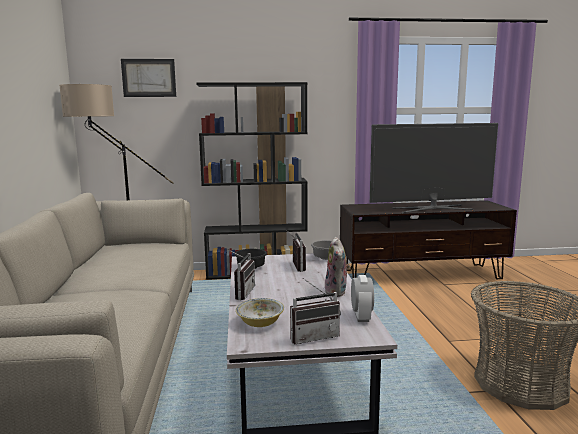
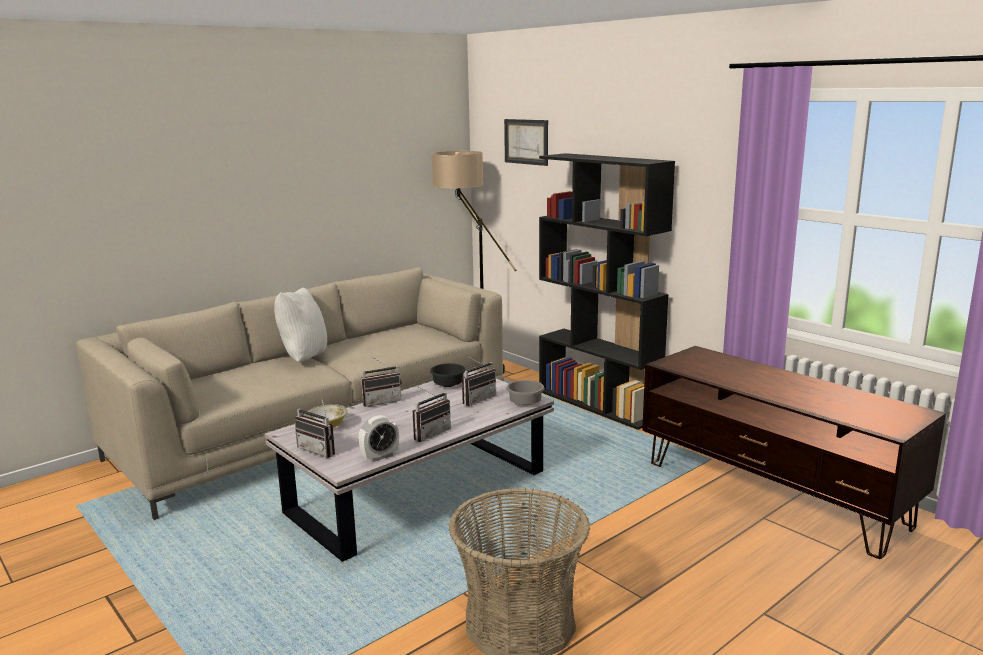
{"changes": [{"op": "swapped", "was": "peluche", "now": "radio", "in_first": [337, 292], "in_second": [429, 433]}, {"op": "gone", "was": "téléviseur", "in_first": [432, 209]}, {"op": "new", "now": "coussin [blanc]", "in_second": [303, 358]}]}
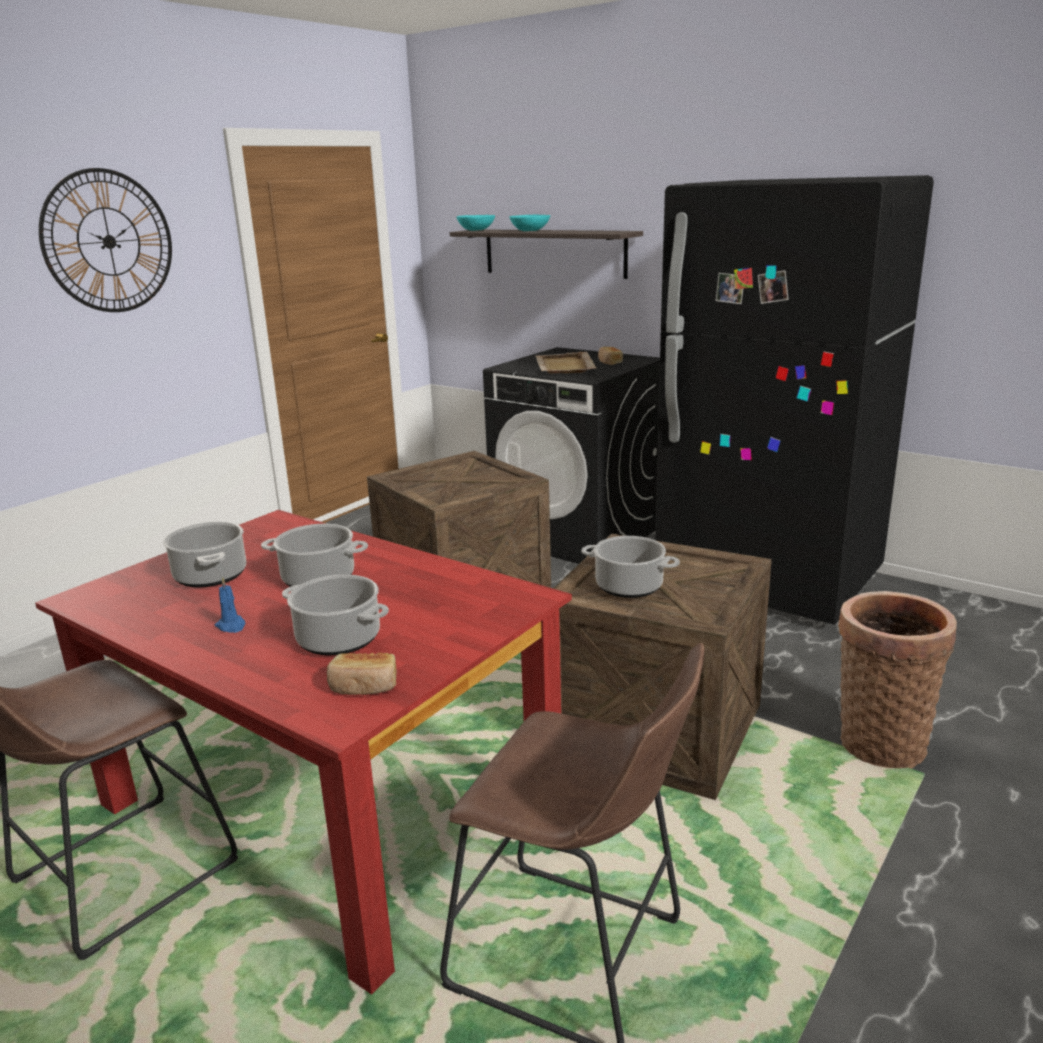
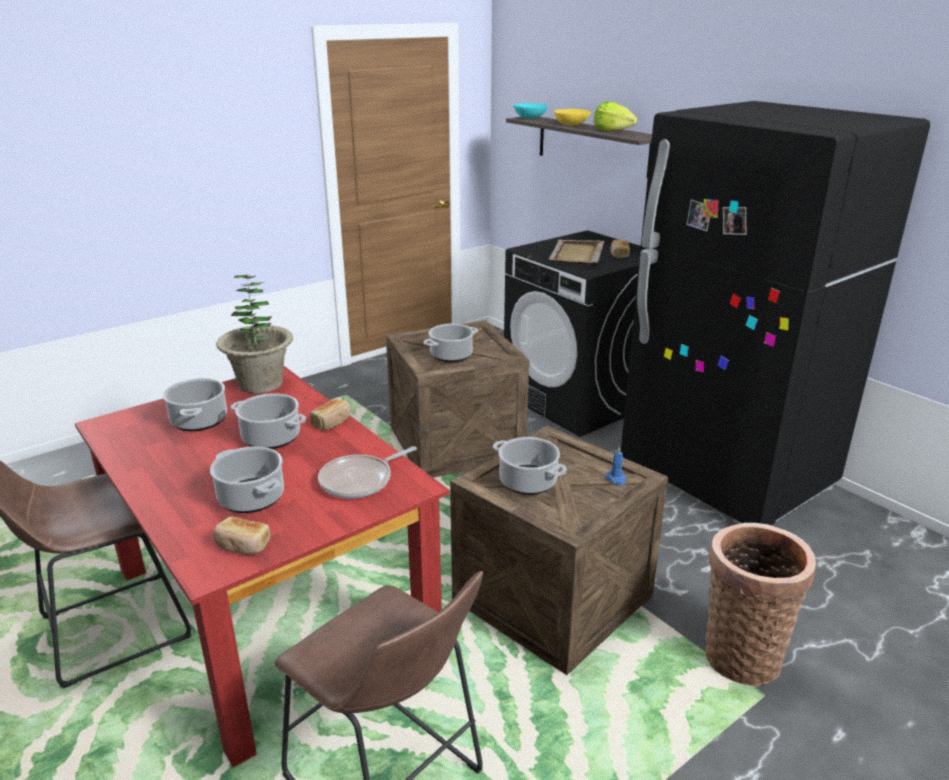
{"changes": [{"op": "gone", "was": "horloge murale", "in_first": [109, 241]}, {"op": "shifted", "was": "bougie [bleu]", "in_first": [231, 626], "in_second": [616, 479]}, {"op": "repainted", "was": "bol [turquoise]", "now": "bol [jaune]", "in_first": [529, 231], "in_second": [571, 124]}, {"op": "new", "now": "plante en pot", "in_second": [261, 383]}, {"op": "new", "now": "pain", "in_second": [332, 422]}, {"op": "new", "now": "poêle", "in_second": [360, 480]}, {"op": "new", "now": "marmite", "in_second": [451, 355]}, {"op": "new", "now": "laitue", "in_second": [612, 131]}]}
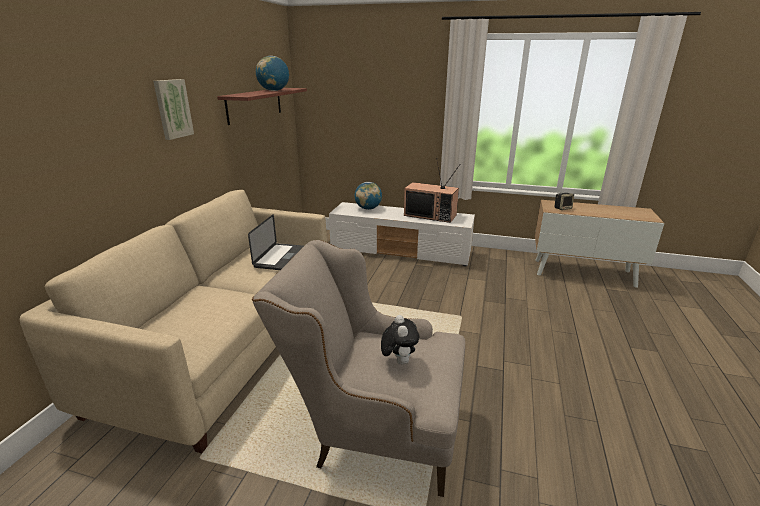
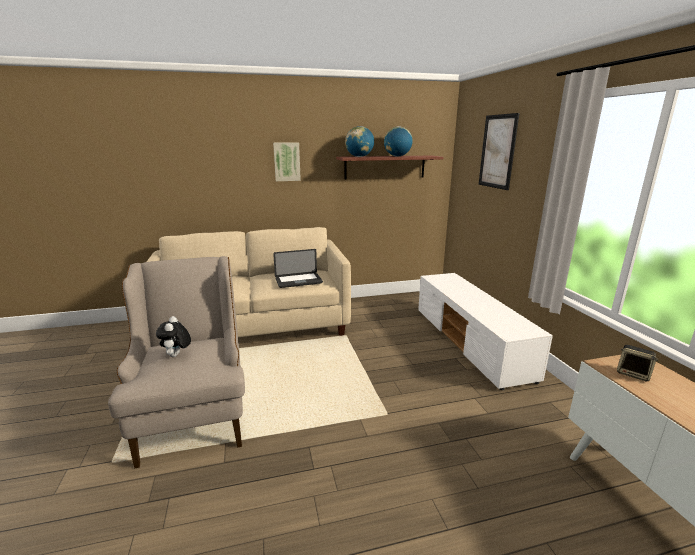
{"changes": [{"op": "shifted", "was": "globe", "in_first": [368, 208], "in_second": [359, 156]}, {"op": "rotated", "was": "peluche", "in_first": [398, 361], "in_second": [177, 355], "clockwise": 120}, {"op": "gone", "was": "téléviseur", "in_first": [431, 215]}, {"op": "new", "now": "tableau", "in_second": [497, 151]}]}
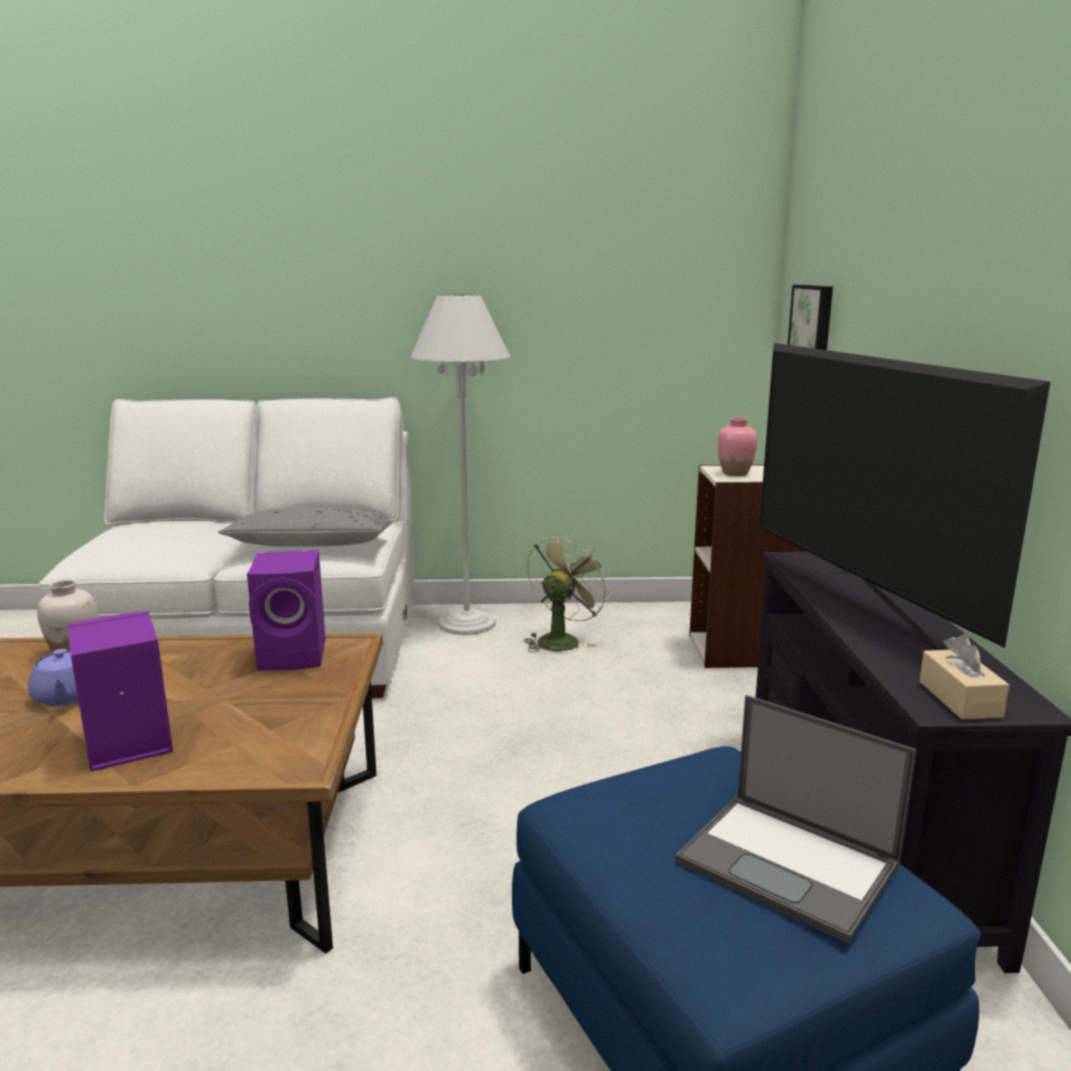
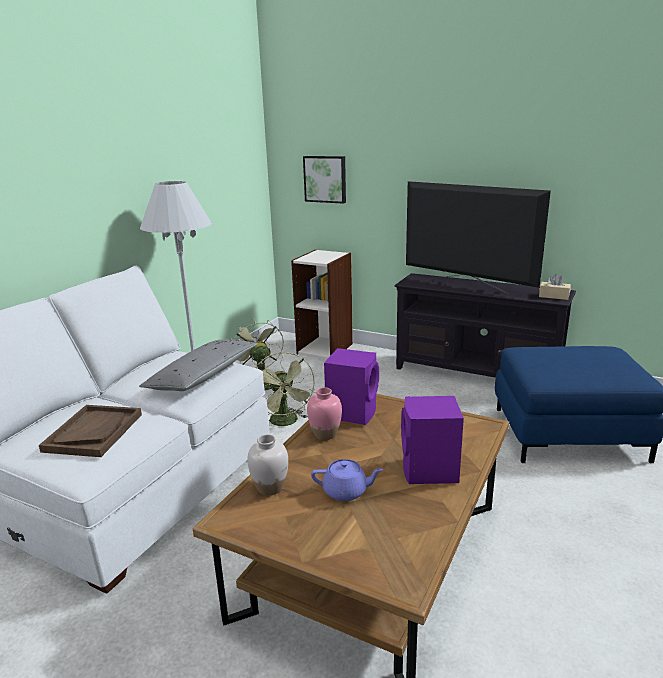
{"changes": [{"op": "gone", "was": "ordinateur portable", "in_first": [790, 864]}, {"op": "shifted", "was": "vase [rose]", "in_first": [735, 473], "in_second": [325, 434]}, {"op": "rotated", "was": "téléviseur", "in_first": [858, 603], "in_second": [466, 286], "clockwise": -150}, {"op": "new", "now": "plateau [marron]", "in_second": [93, 432]}, {"op": "new", "now": "ventilateur [vert]", "in_second": [286, 422]}]}
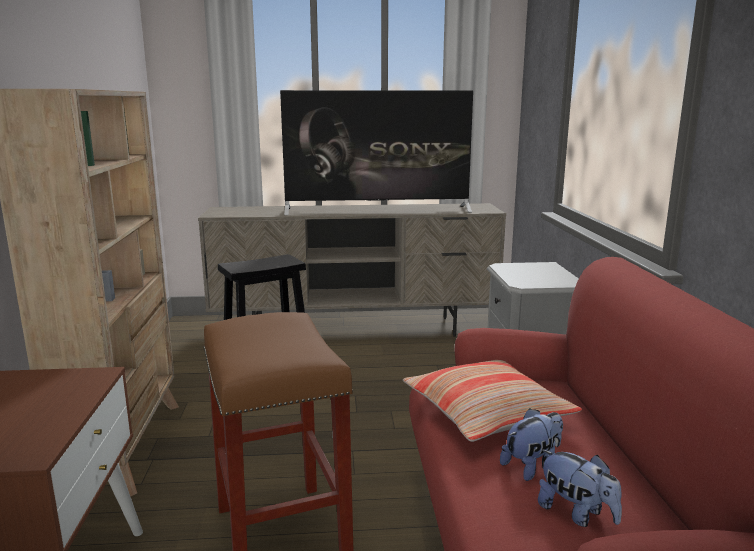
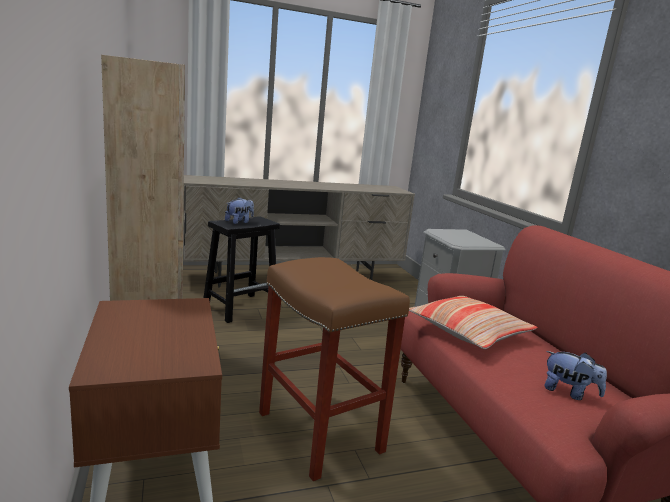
{"changes": [{"op": "gone", "was": "téléviseur", "in_first": [378, 210]}, {"op": "shifted", "was": "peluche", "in_first": [532, 466], "in_second": [239, 222]}]}
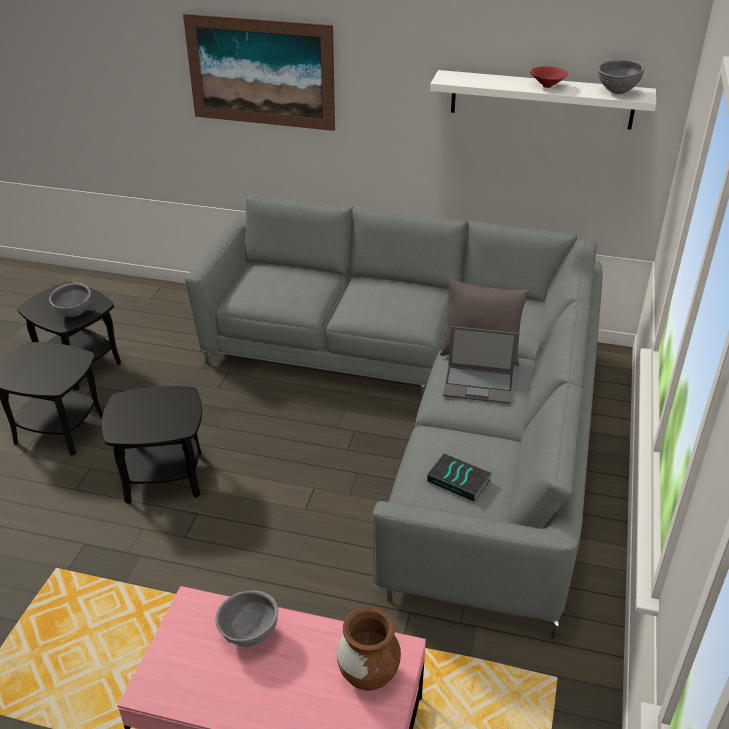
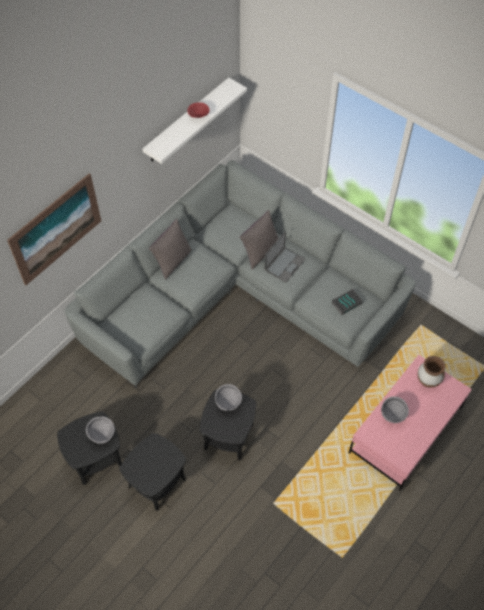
{"changes": [{"op": "shifted", "was": "bol [gris]", "in_first": [617, 92], "in_second": [228, 403]}, {"op": "new", "now": "coussin [gris]", "in_second": [172, 262]}]}
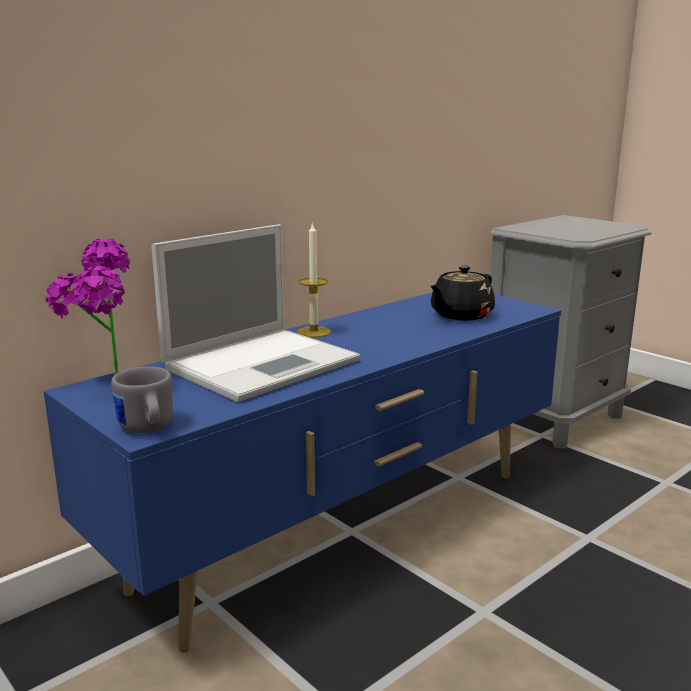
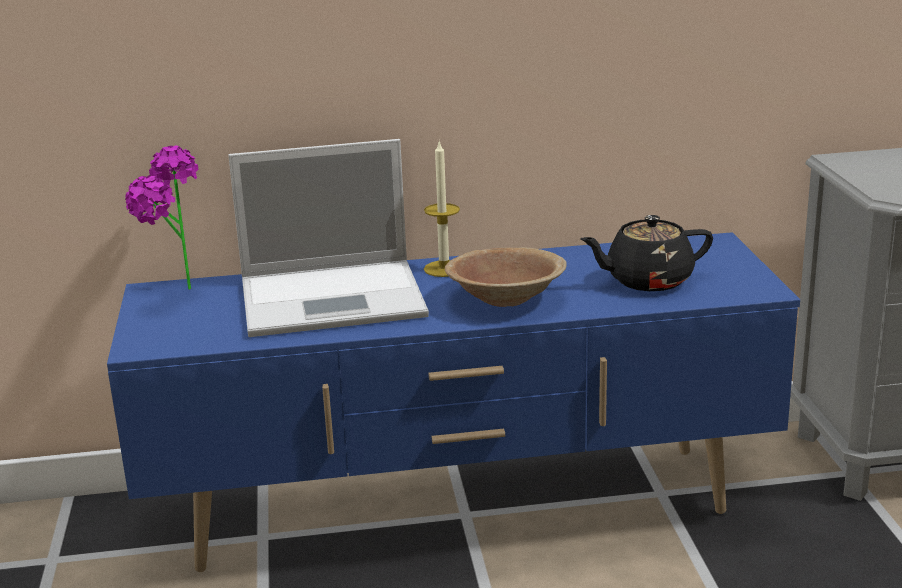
{"changes": [{"op": "gone", "was": "mug [gris]", "in_first": [147, 429]}, {"op": "new", "now": "bol [marron]", "in_second": [505, 298]}]}
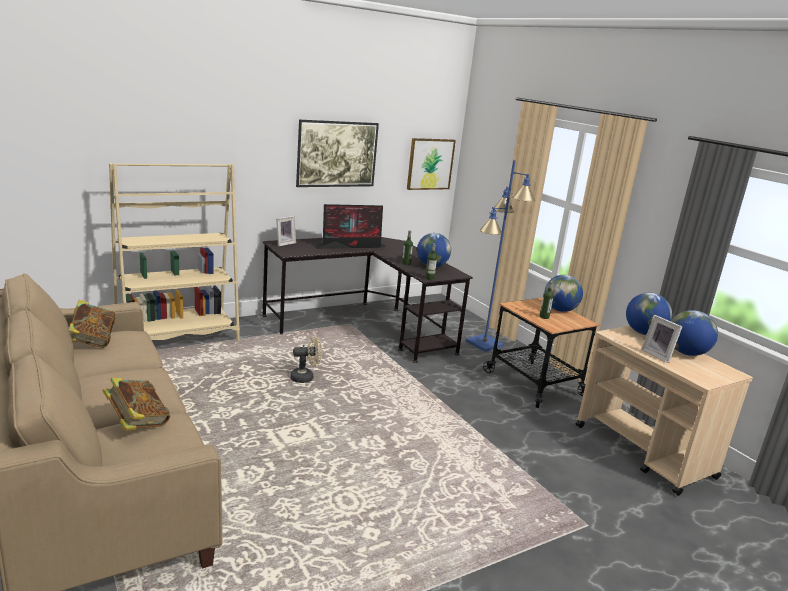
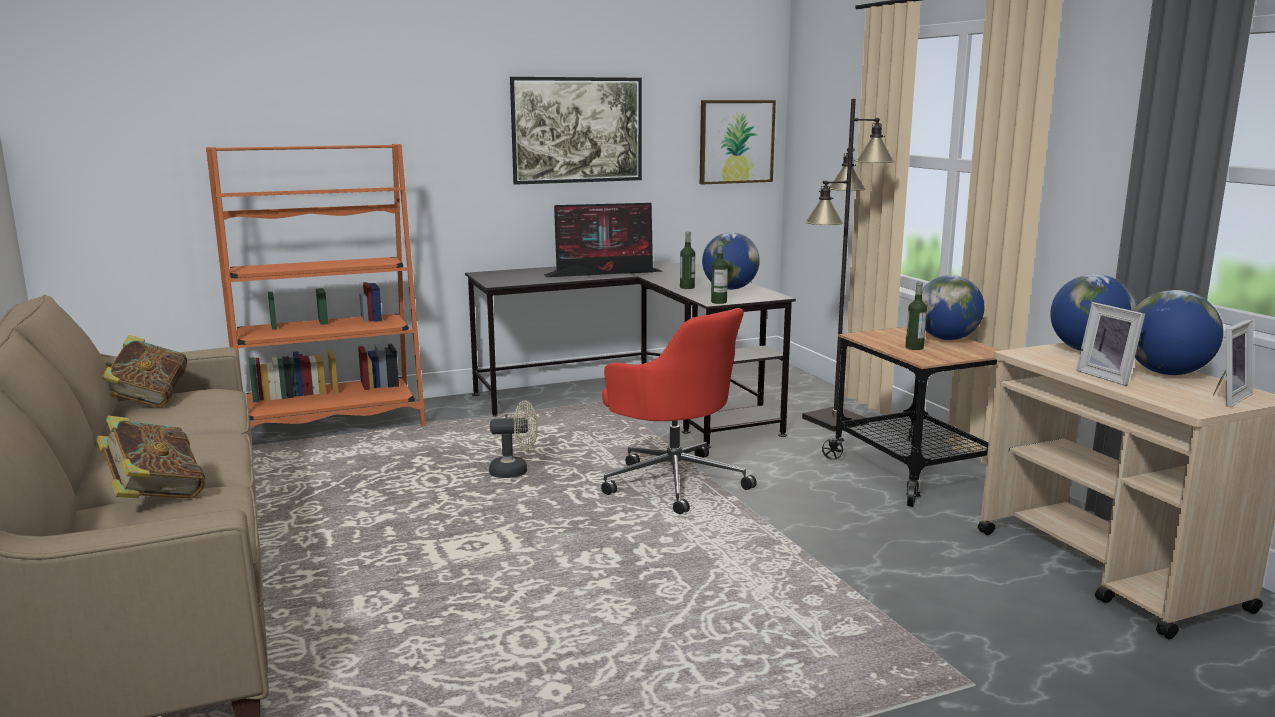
{"changes": [{"op": "repainted", "was": "bibliothèque [beige]", "now": "bibliothèque [orange]", "in_first": [178, 337], "in_second": [332, 425]}, {"op": "shifted", "was": "cadre photo", "in_first": [284, 243], "in_second": [1226, 398]}, {"op": "repainted", "was": "lampadaire [bleu]", "now": "lampadaire [noir]", "in_first": [484, 344], "in_second": [835, 421]}, {"op": "new", "now": "chaise de bureau [rouge]", "in_second": [673, 481]}]}
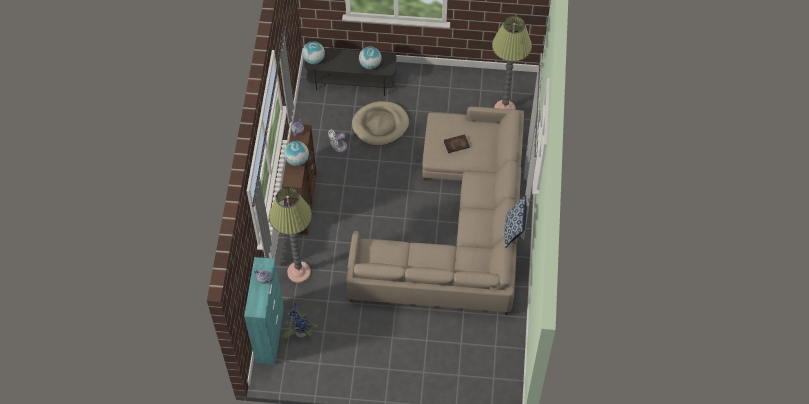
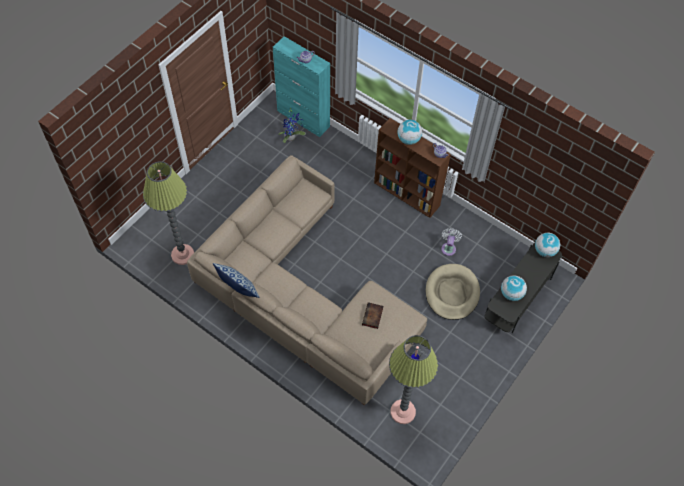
{"changes": [{"op": "shifted", "was": "lampadaire", "in_first": [299, 272], "in_second": [182, 255]}]}
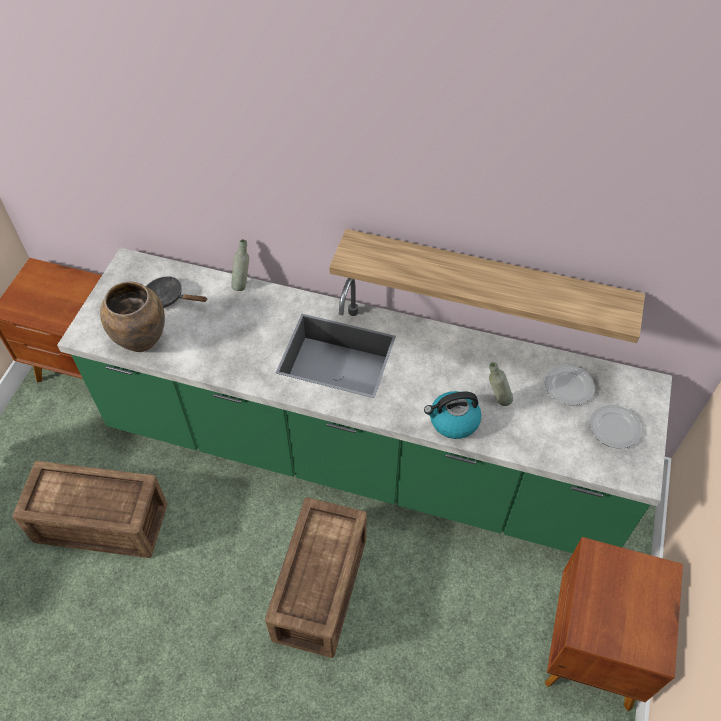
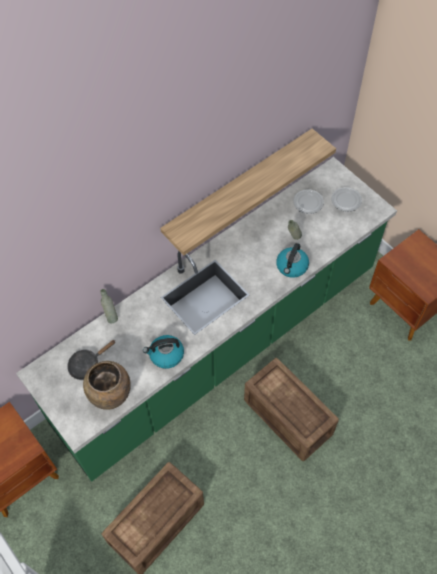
{"changes": [{"op": "new", "now": "bouilloire", "in_second": [166, 355]}]}
